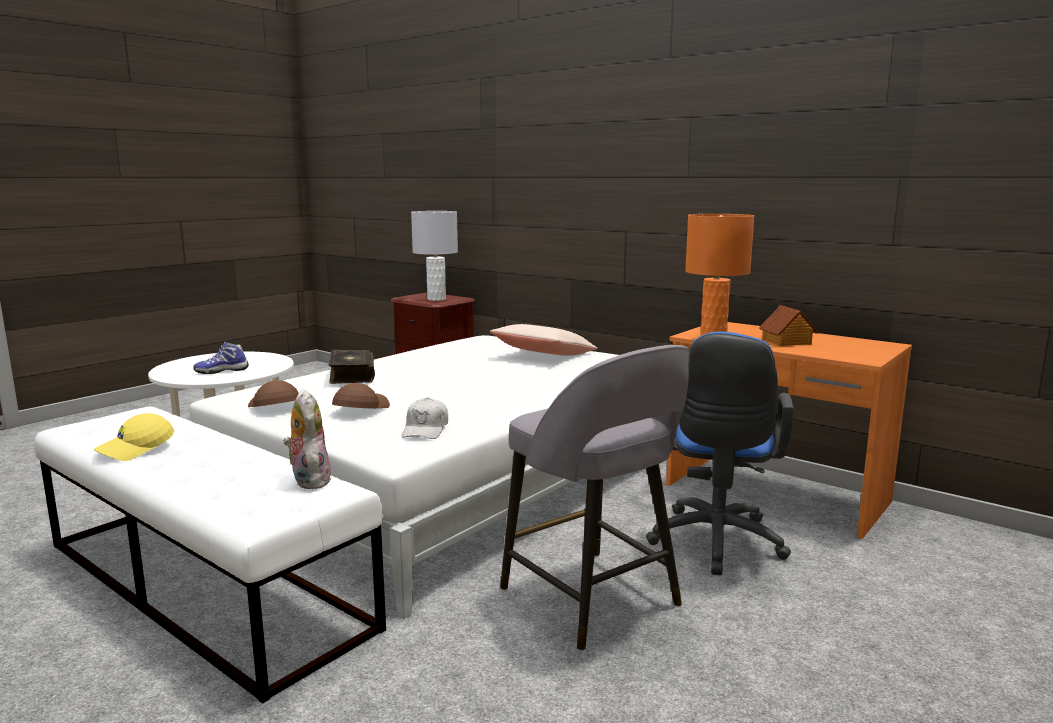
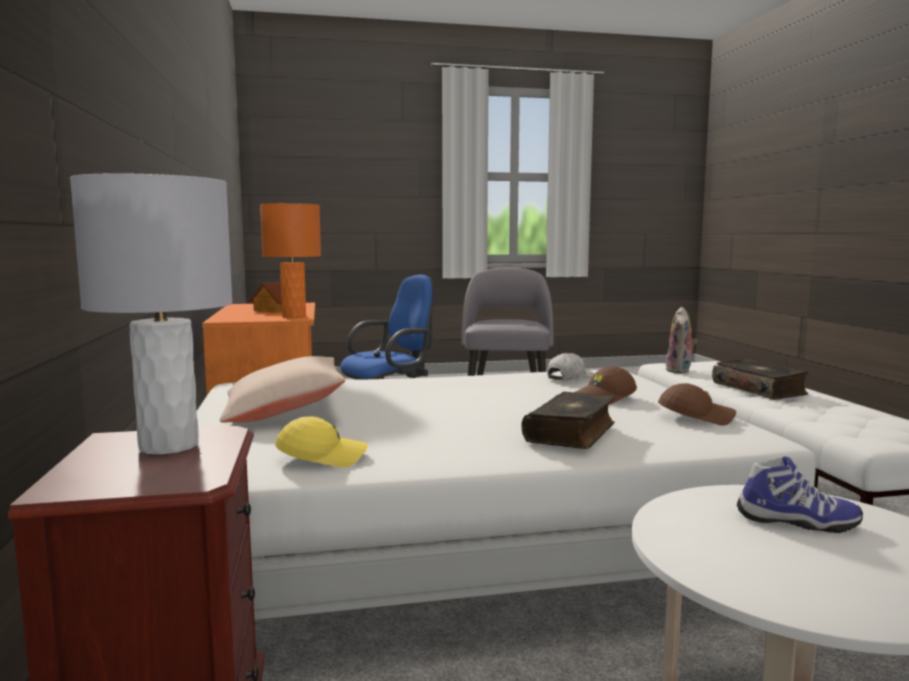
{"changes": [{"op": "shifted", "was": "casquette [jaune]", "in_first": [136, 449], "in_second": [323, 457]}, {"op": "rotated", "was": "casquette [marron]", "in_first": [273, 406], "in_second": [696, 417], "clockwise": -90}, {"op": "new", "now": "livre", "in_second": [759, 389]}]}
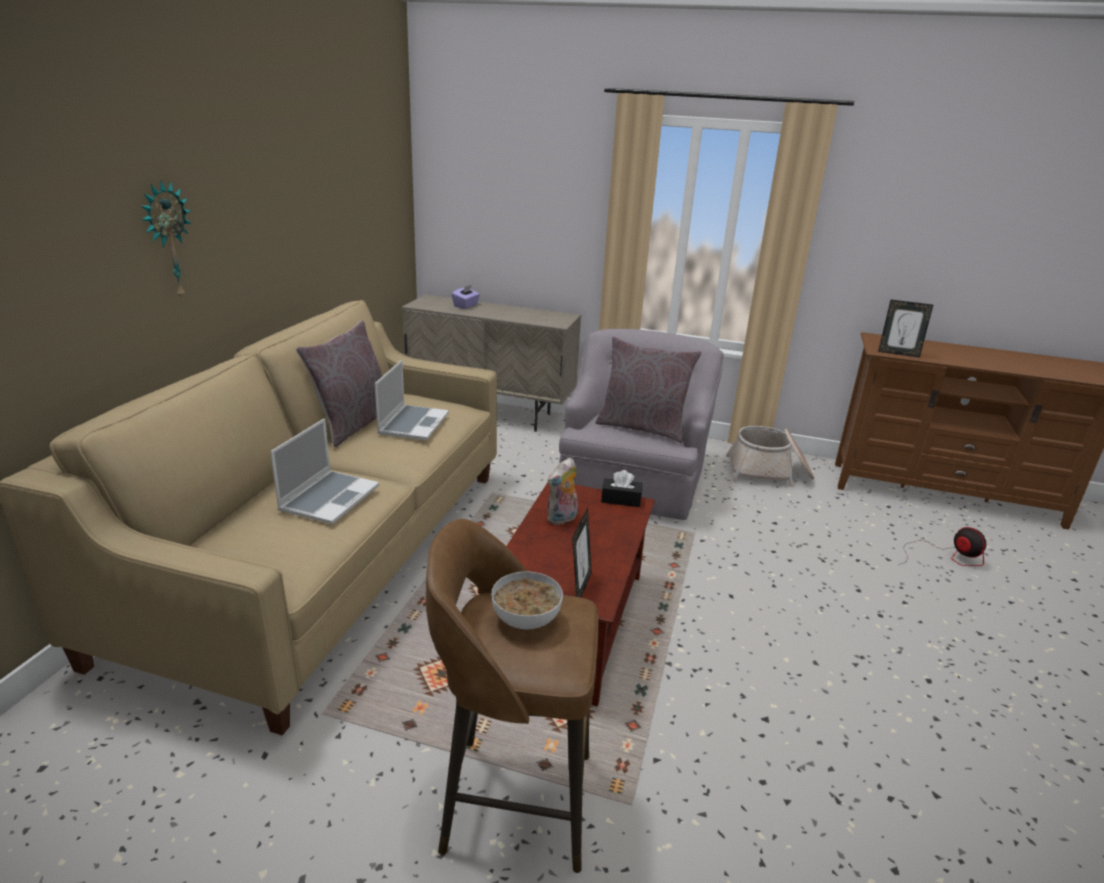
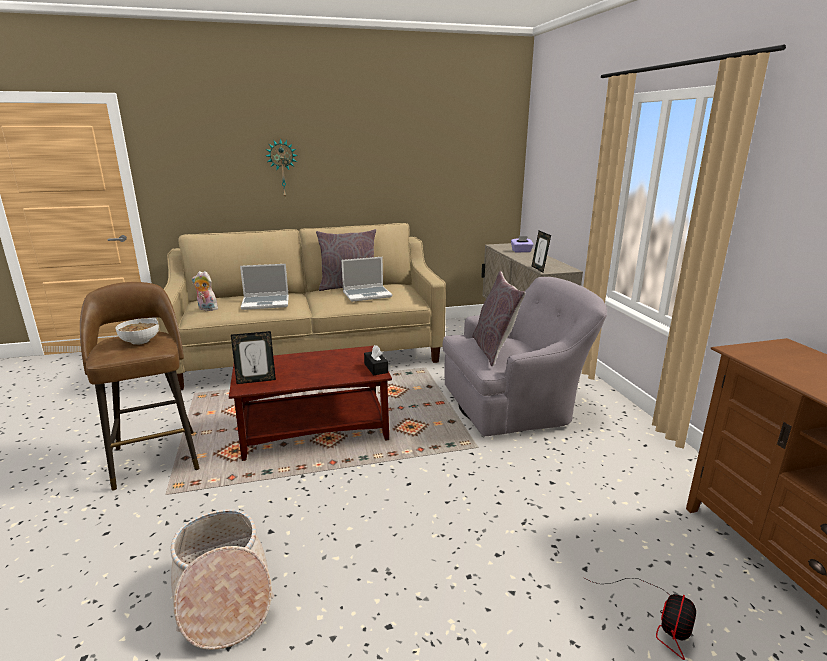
{"changes": [{"op": "shifted", "was": "peluche", "in_first": [562, 519], "in_second": [206, 309]}, {"op": "shifted", "was": "panier", "in_first": [769, 472], "in_second": [223, 594]}, {"op": "shifted", "was": "cadre photo", "in_first": [898, 353], "in_second": [539, 269]}]}
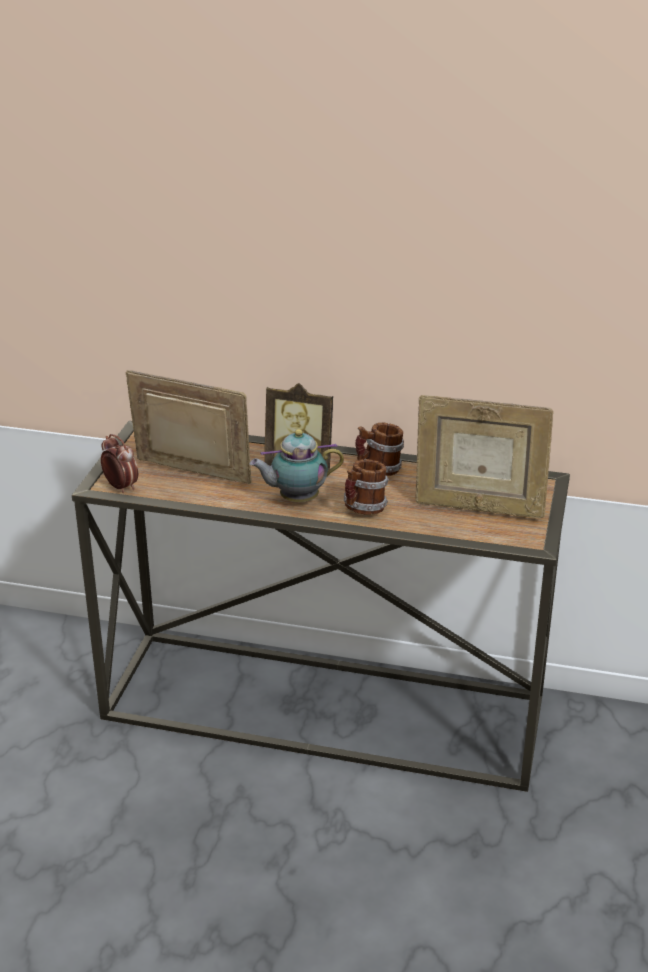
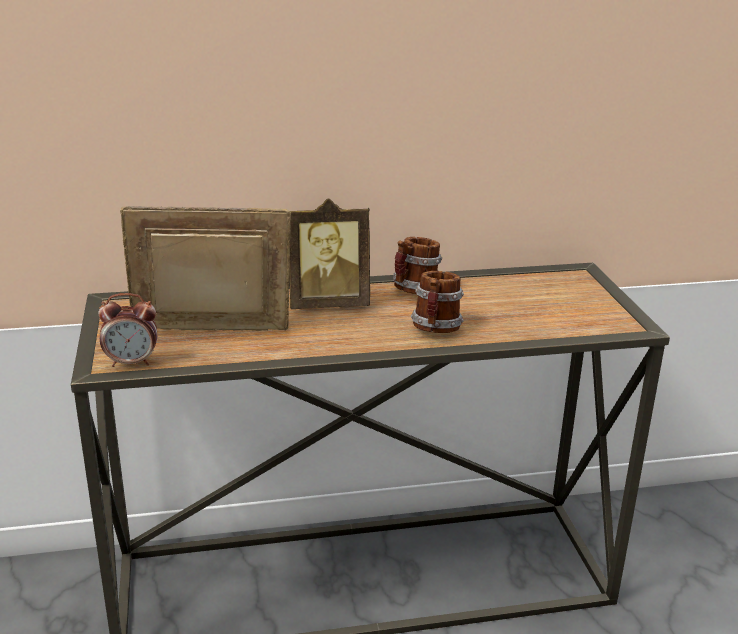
{"changes": [{"op": "rotated", "was": "réveil", "in_first": [121, 487], "in_second": [132, 362], "clockwise": 150}, {"op": "gone", "was": "théière", "in_first": [296, 499]}, {"op": "gone", "was": "cadre photo", "in_first": [478, 508]}]}
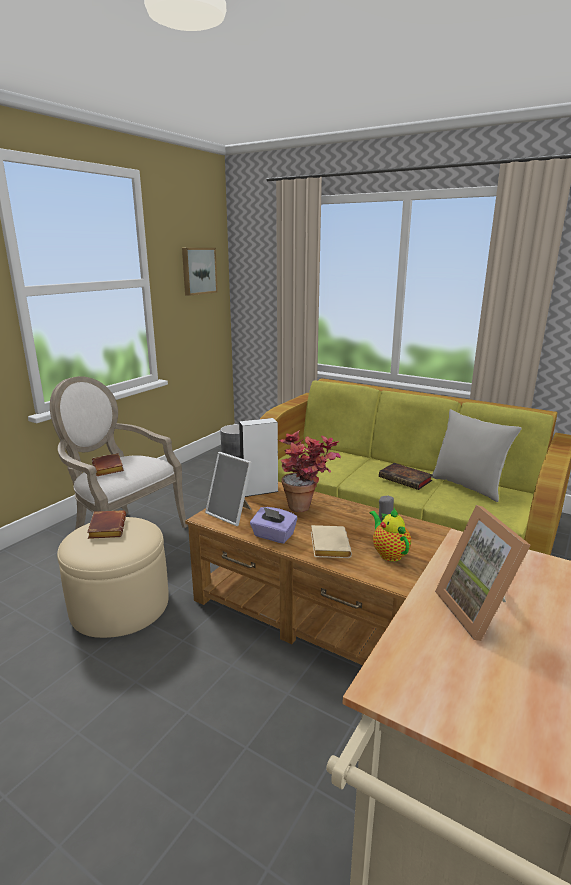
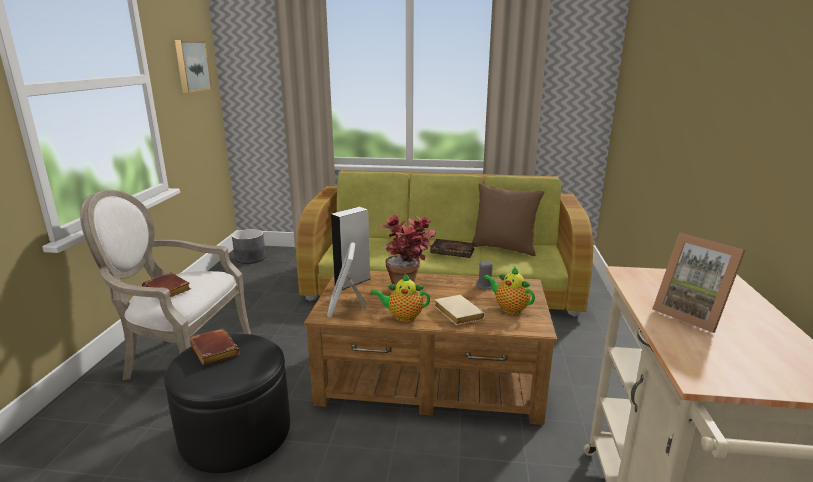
{"changes": [{"op": "repainted", "was": "pouf [beige]", "now": "pouf [noir]", "in_first": [120, 605], "in_second": [236, 433]}, {"op": "rotated", "was": "cadre photo", "in_first": [232, 514], "in_second": [346, 307], "clockwise": 75}, {"op": "swapped", "was": "boîte à mouchoirs [violet]", "now": "théière", "in_first": [273, 536], "in_second": [402, 317]}, {"op": "repainted", "was": "coussin [gris]", "now": "coussin [marron]", "in_first": [468, 486], "in_second": [504, 248]}]}
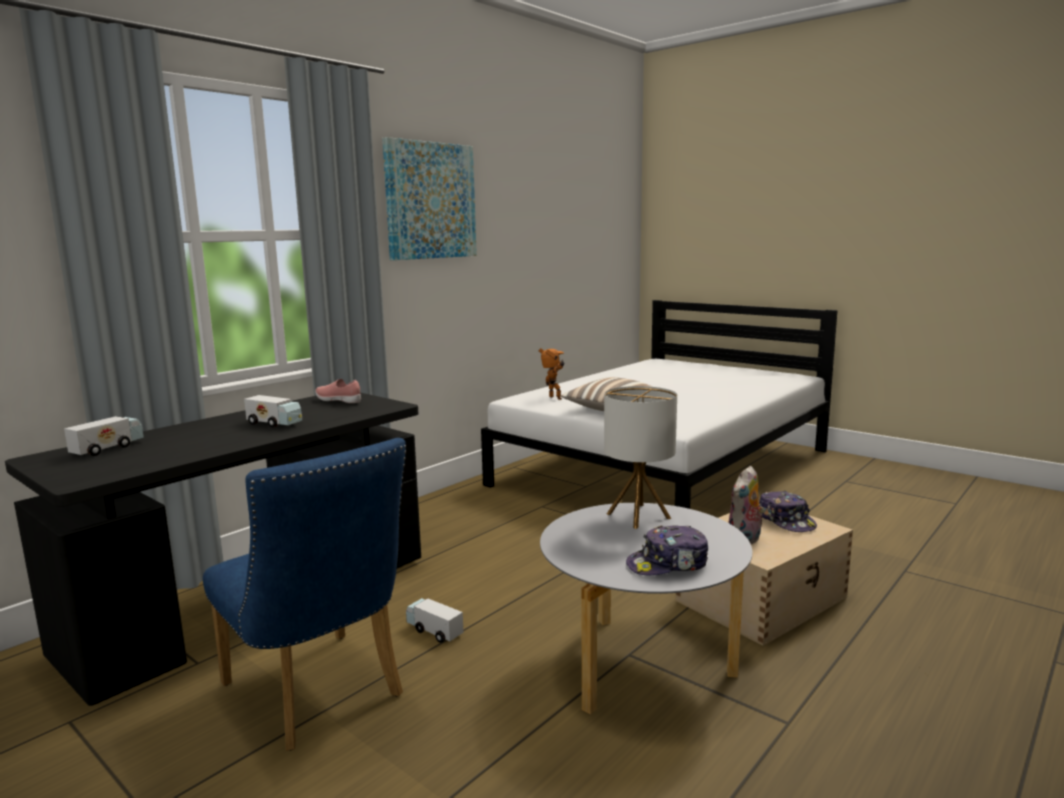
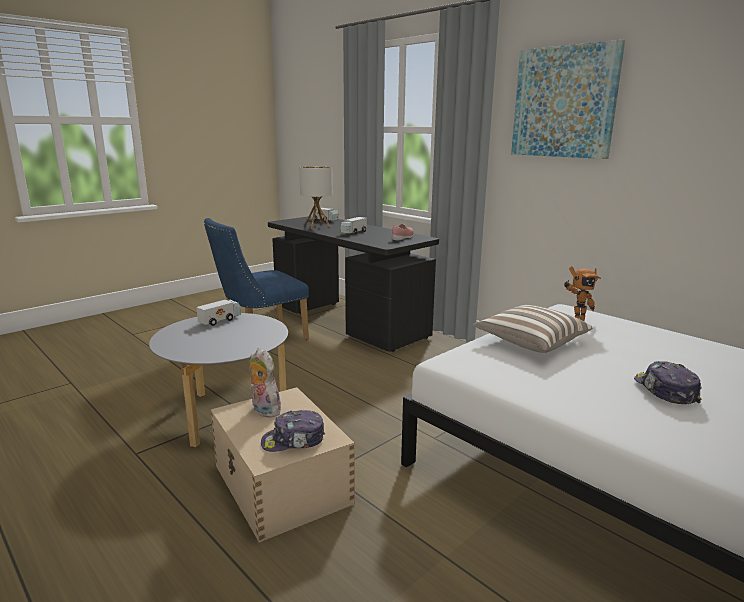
{"changes": [{"op": "shifted", "was": "camion jouet", "in_first": [434, 630], "in_second": [220, 320]}, {"op": "shifted", "was": "lampe de table", "in_first": [638, 516], "in_second": [317, 226]}, {"op": "shifted", "was": "casquette", "in_first": [668, 564], "in_second": [664, 391]}]}
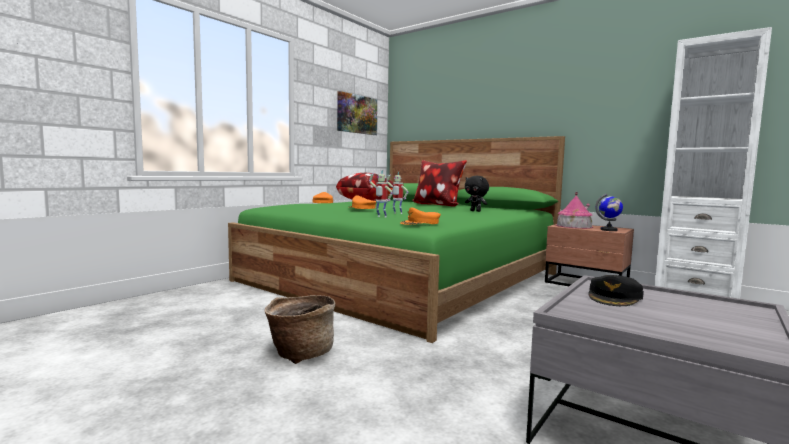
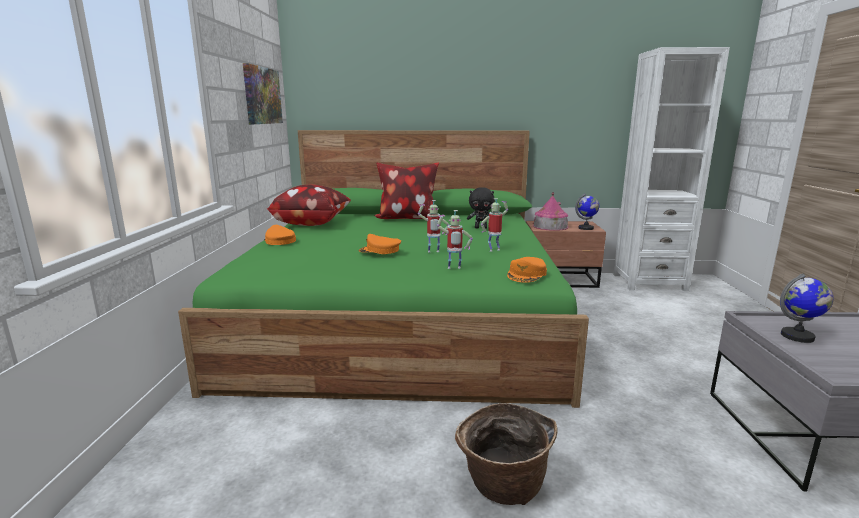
{"changes": [{"op": "swapped", "was": "casquette [noir]", "now": "globe", "in_first": [615, 297], "in_second": [797, 336]}, {"op": "new", "now": "robot jouet", "in_second": [494, 250]}]}
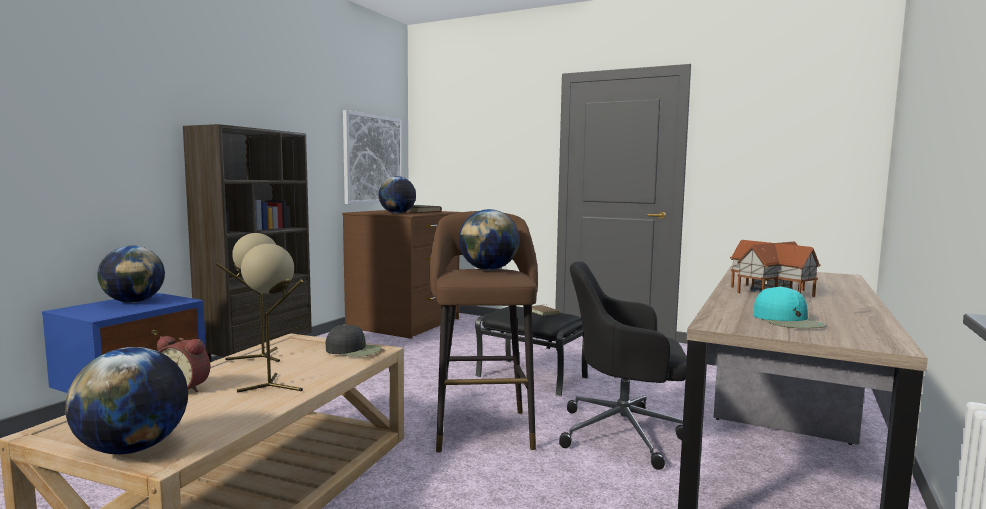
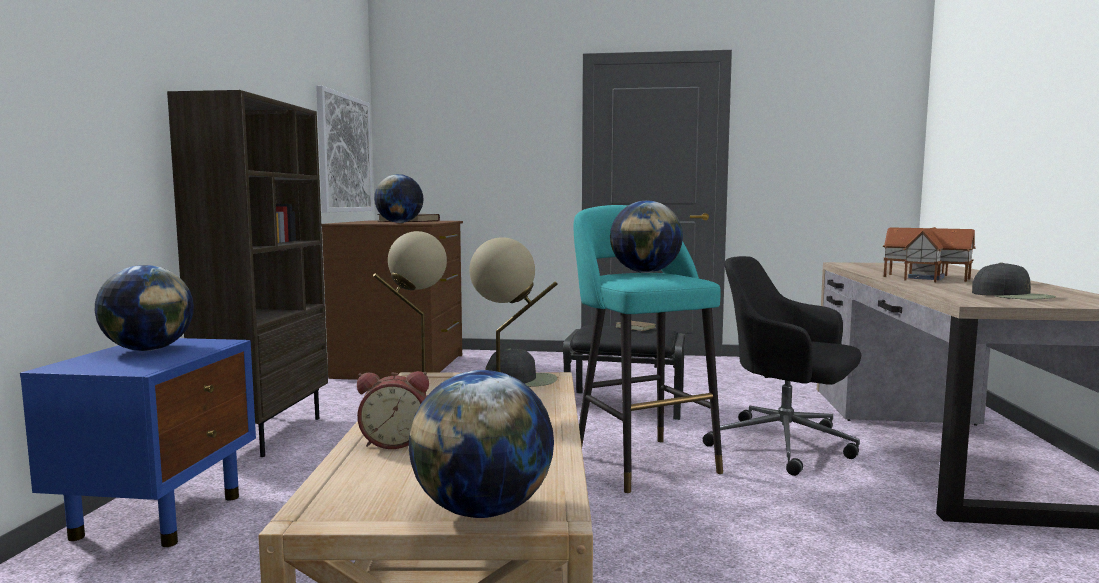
{"changes": [{"op": "repainted", "was": "tabouret [marron]", "now": "tabouret [turquoise]", "in_first": [482, 427], "in_second": [641, 461]}, {"op": "rotated", "was": "chaise de bureau [noir]", "in_first": [624, 433], "in_second": [786, 445], "clockwise": 45}, {"op": "repainted", "was": "casquette [turquoise]", "now": "casquette [noir]", "in_first": [788, 321], "in_second": [1013, 296]}]}
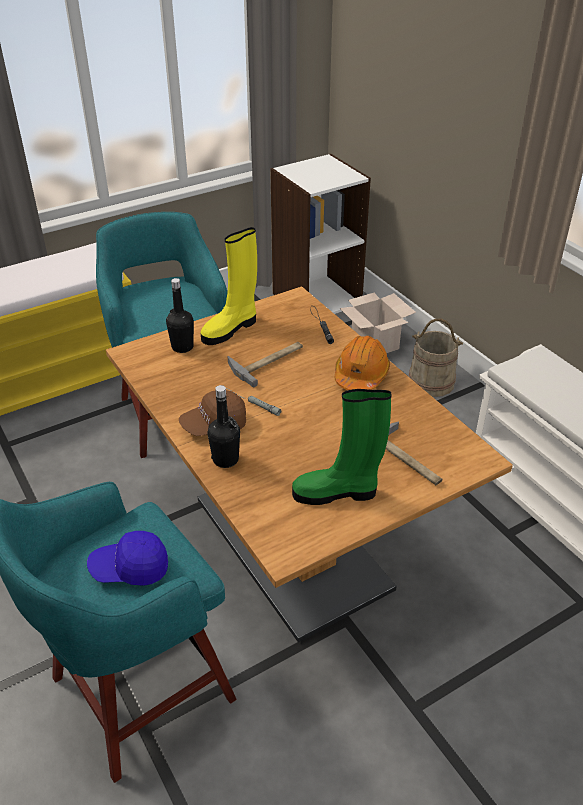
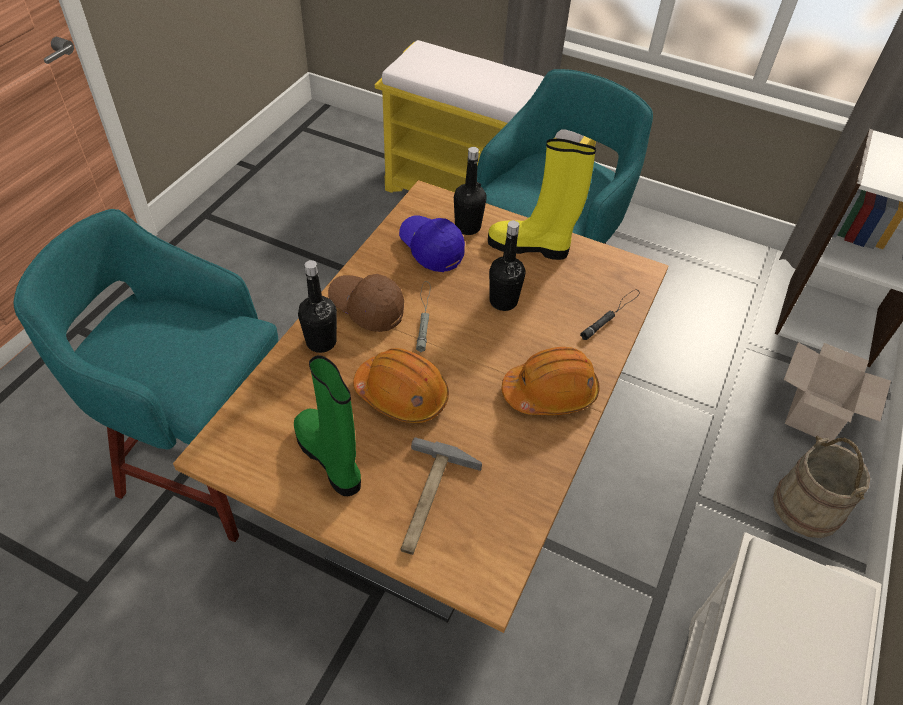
{"changes": [{"op": "shifted", "was": "casquette [bleu]", "in_first": [130, 568], "in_second": [431, 249]}, {"op": "swapped", "was": "marteau", "now": "bouteille [noir]", "in_first": [268, 361], "in_second": [503, 301]}, {"op": "new", "now": "casque de chantier [orange]", "in_second": [402, 395]}]}
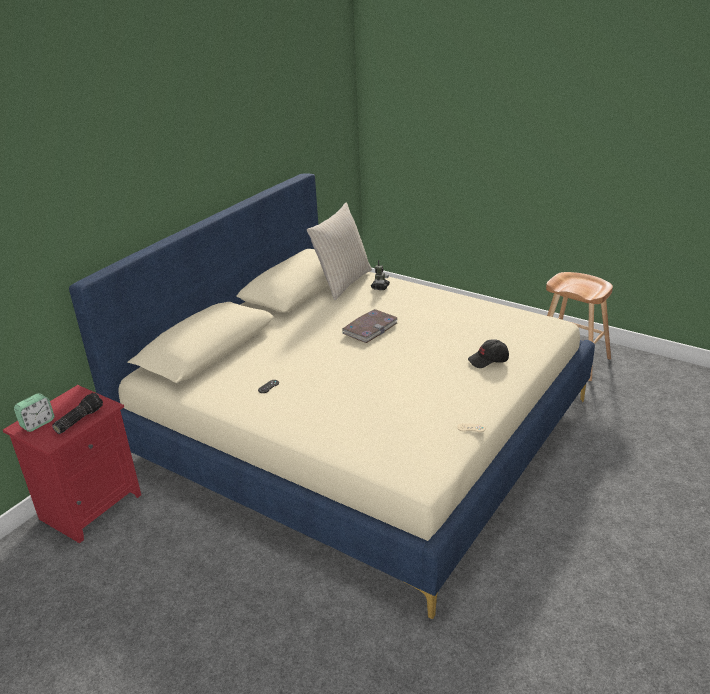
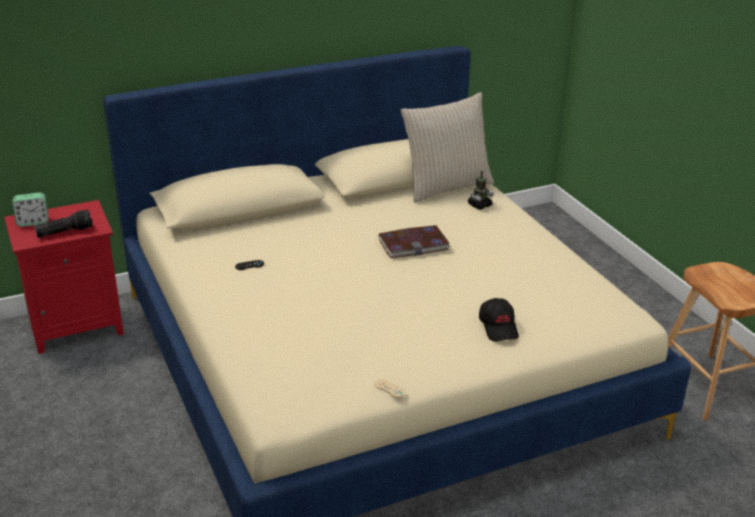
{"changes": [{"op": "rotated", "was": "casquette [noir]", "in_first": [488, 360], "in_second": [499, 327], "clockwise": -120}]}
